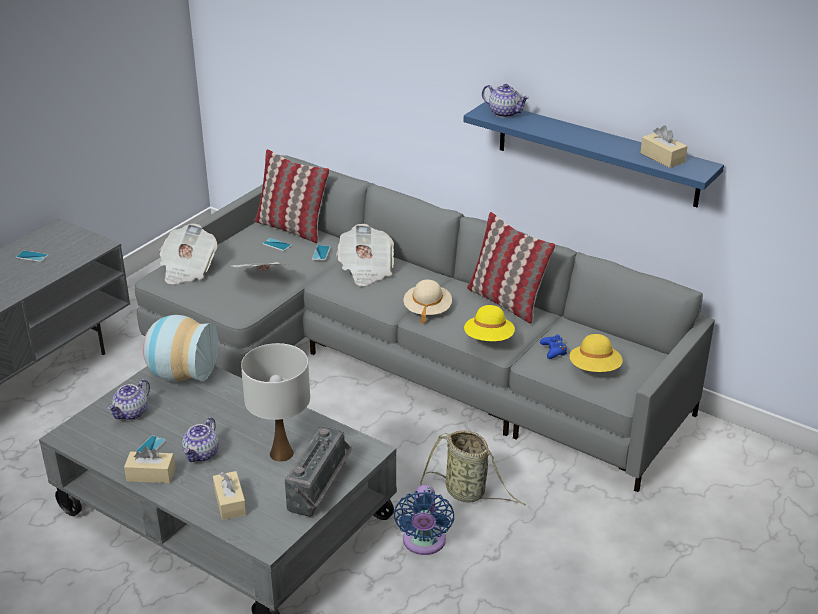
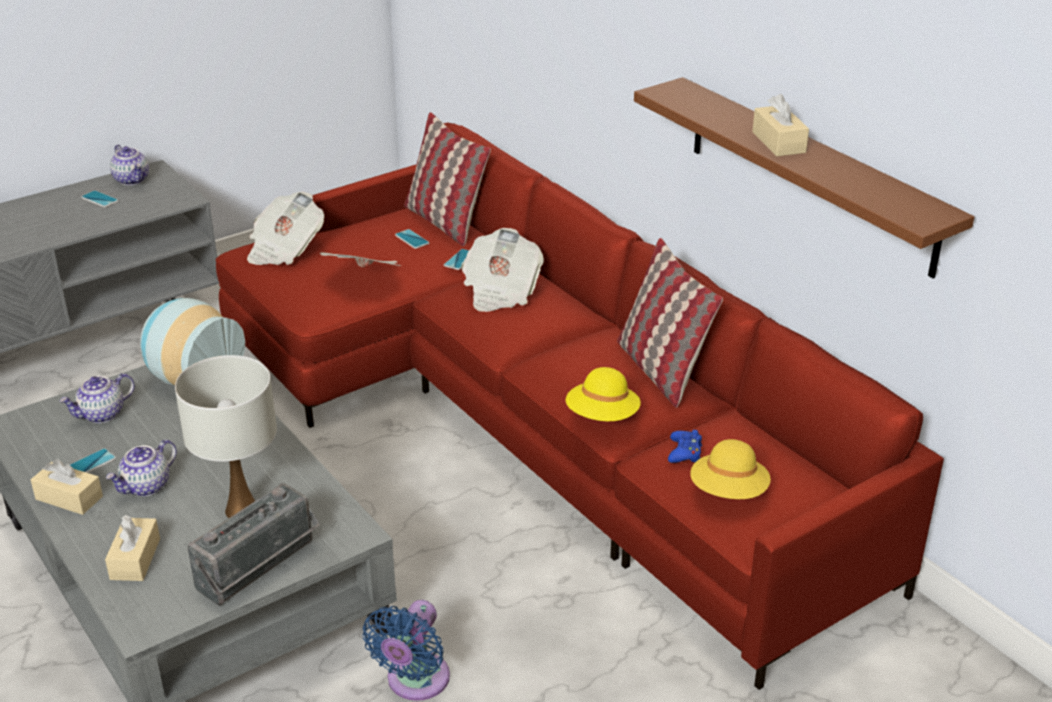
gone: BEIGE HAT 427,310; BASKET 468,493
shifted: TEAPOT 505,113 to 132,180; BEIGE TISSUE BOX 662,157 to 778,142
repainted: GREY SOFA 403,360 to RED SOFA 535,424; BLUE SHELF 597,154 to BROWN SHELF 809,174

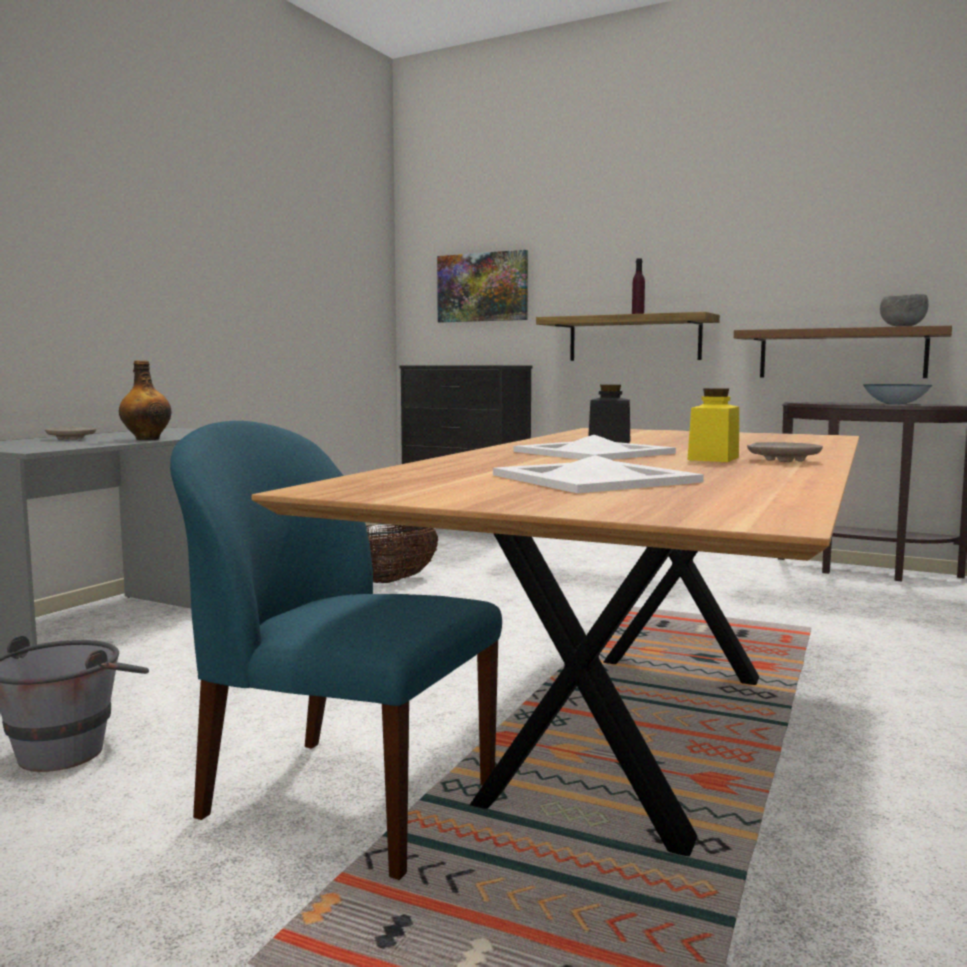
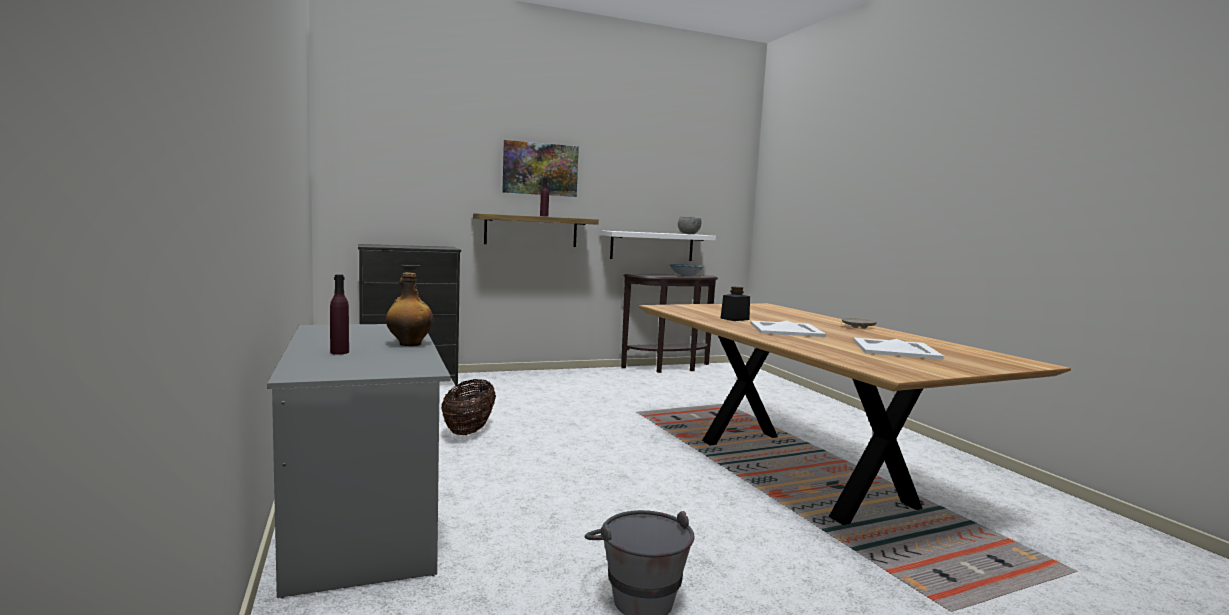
gone: BLUE CHAIR 343,800; YELLOW JAR 713,458
shifted: PICTURE 482,287 to 540,169
swapped: BEIGE PLATE 72,439 to PURPLE BOTTLE 339,352
repainted: BROWN SHELF 841,354 to WHITE SHELF 652,246

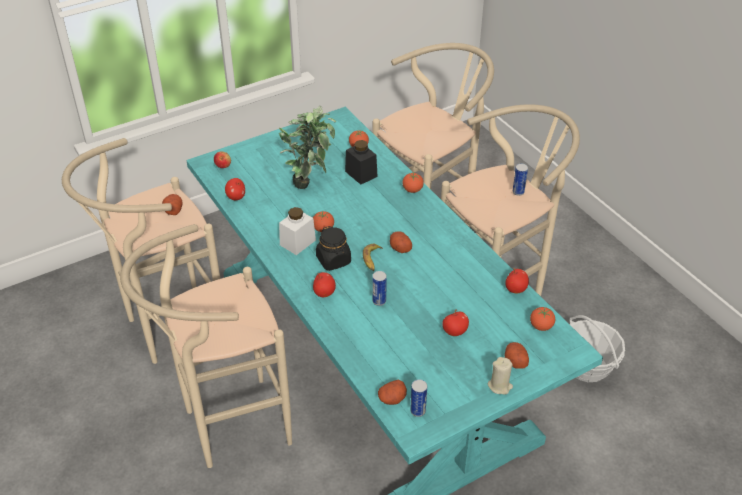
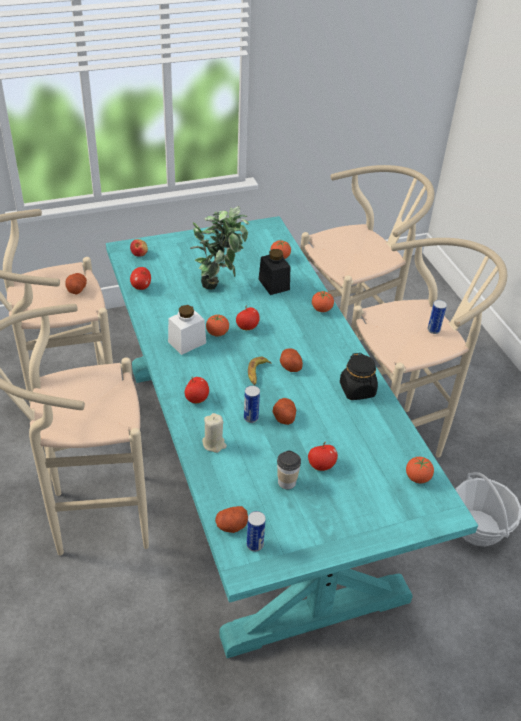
new: CUP 286,482
shifted: BLACK JAR 333,260 to 357,390; BEIGE CANDLE 500,386 to 214,444; POTATO 515,360 to 283,416; APPLE 515,289 to 247,327

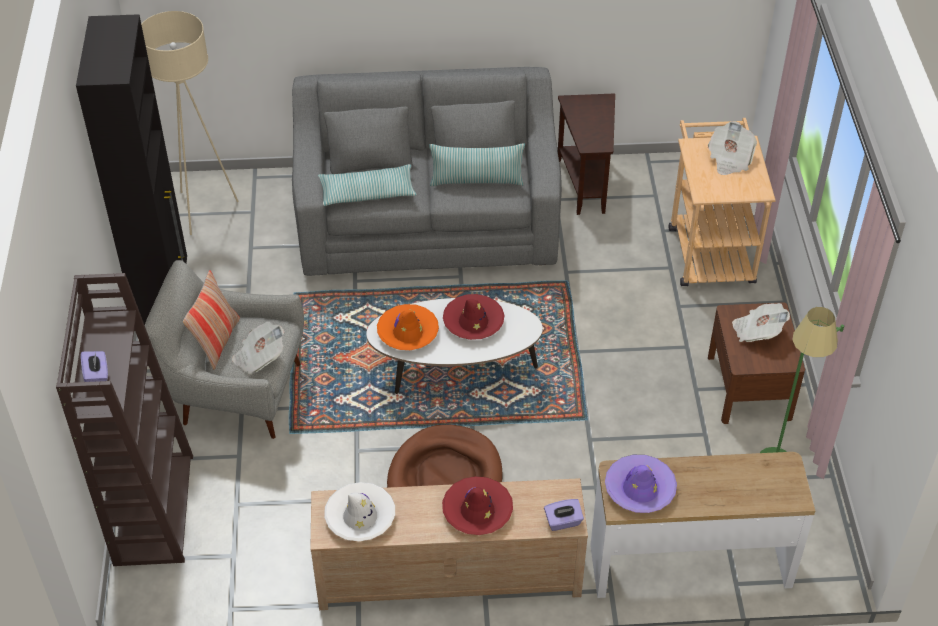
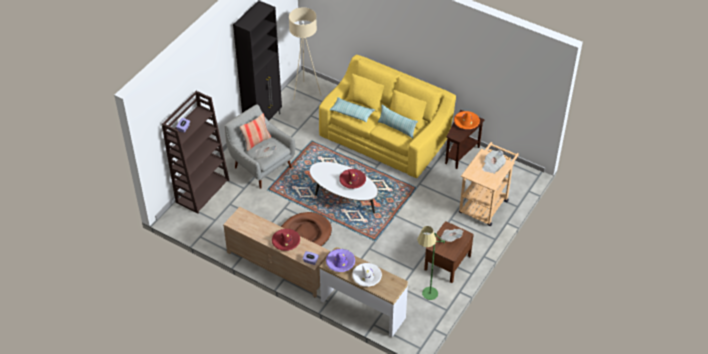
shifted: WHITE HAT 360,517 to 367,277; ORANGE HAT 407,332 to 466,122
repainted: GREY SOFA 427,218 to YELLOW SOFA 385,136

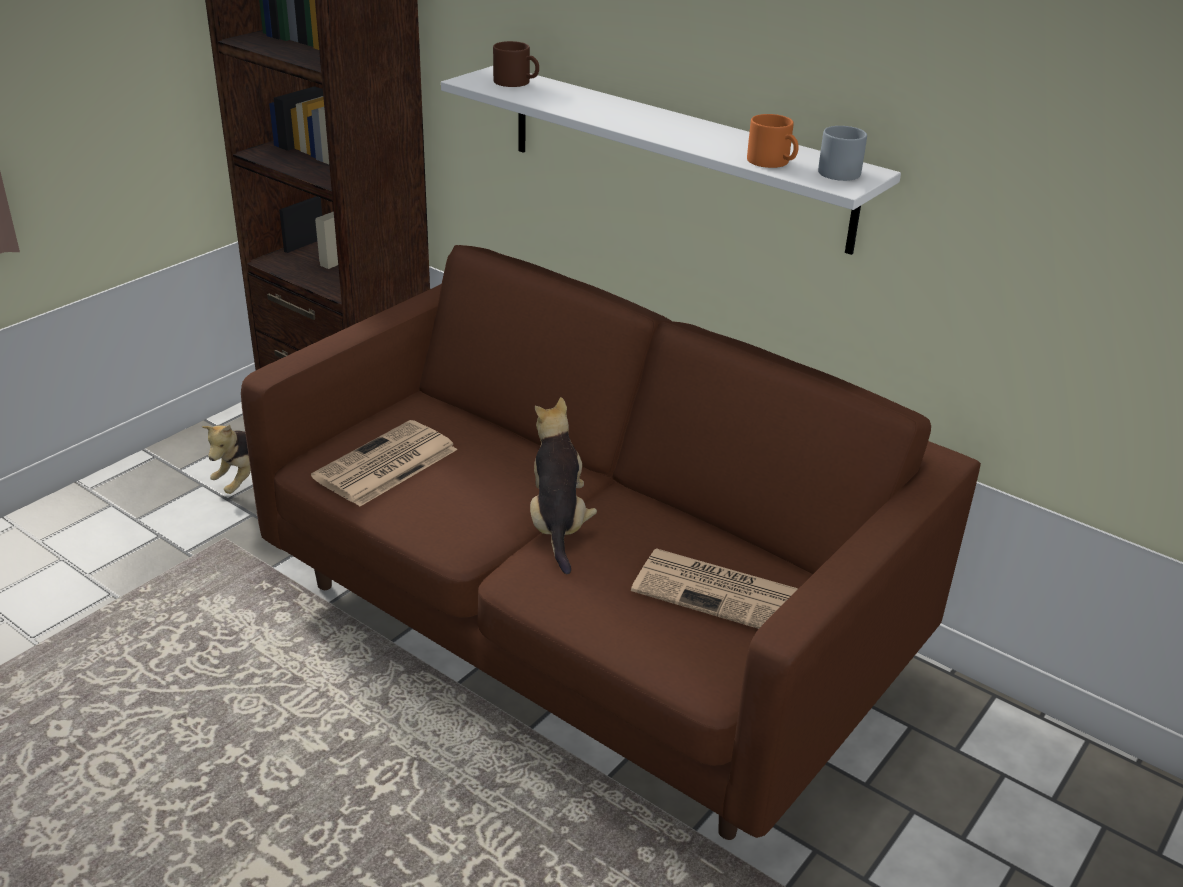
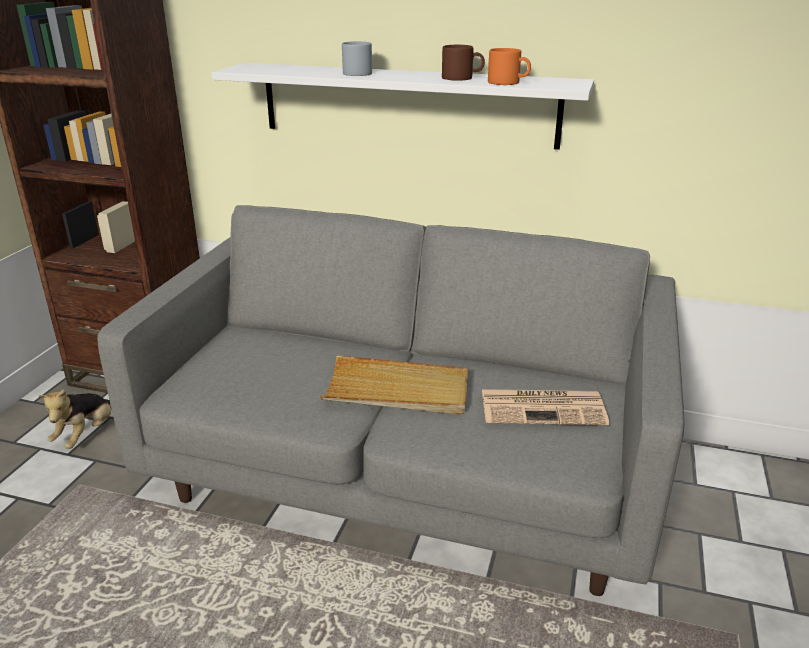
gone: NEWSPAPER 385,465
shifted: BROWN MUG 517,82 to 462,78; GREY MUG 836,170 to 355,73
swapped: PLUSH TOY 558,524 to BEIGE TRAY 397,391
repainted: BROWN SOFA 587,625 to GREY SOFA 406,472

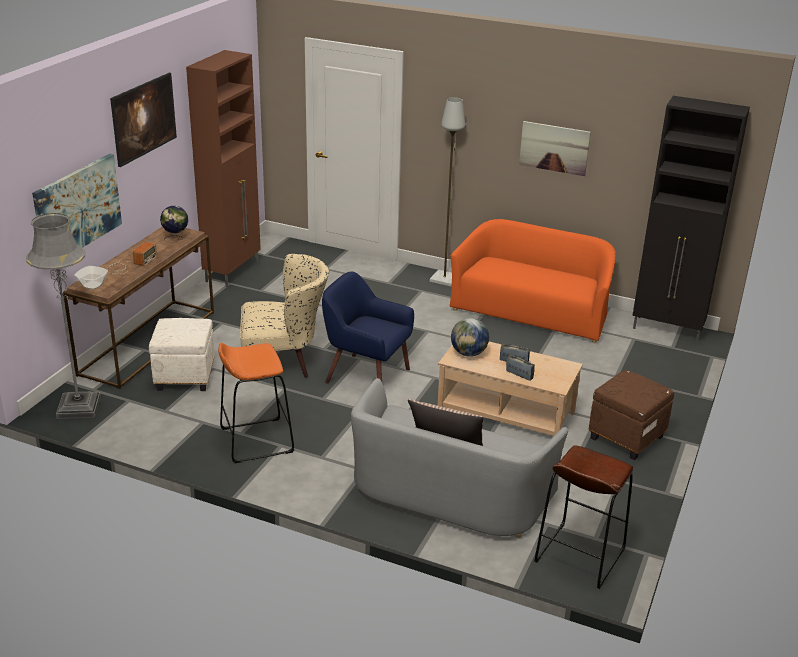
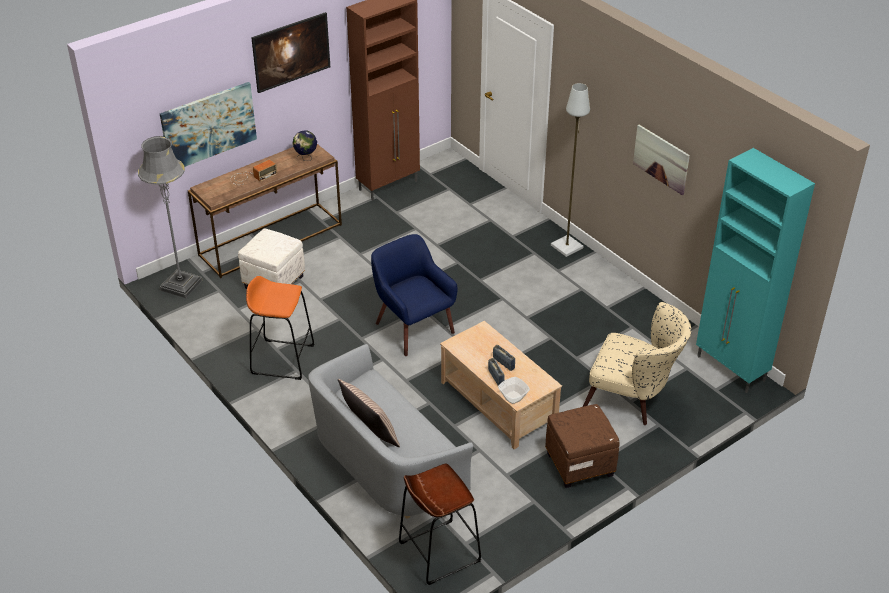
gone: ORANGE SOFA 532,311; GLOBE 468,353
shifted: BOWL 92,285 to 513,397; BEIGE ARMCHAIR 284,360 to 633,398
repainted: BLACK CABINET 668,330 to TURQUOISE CABINET 731,369

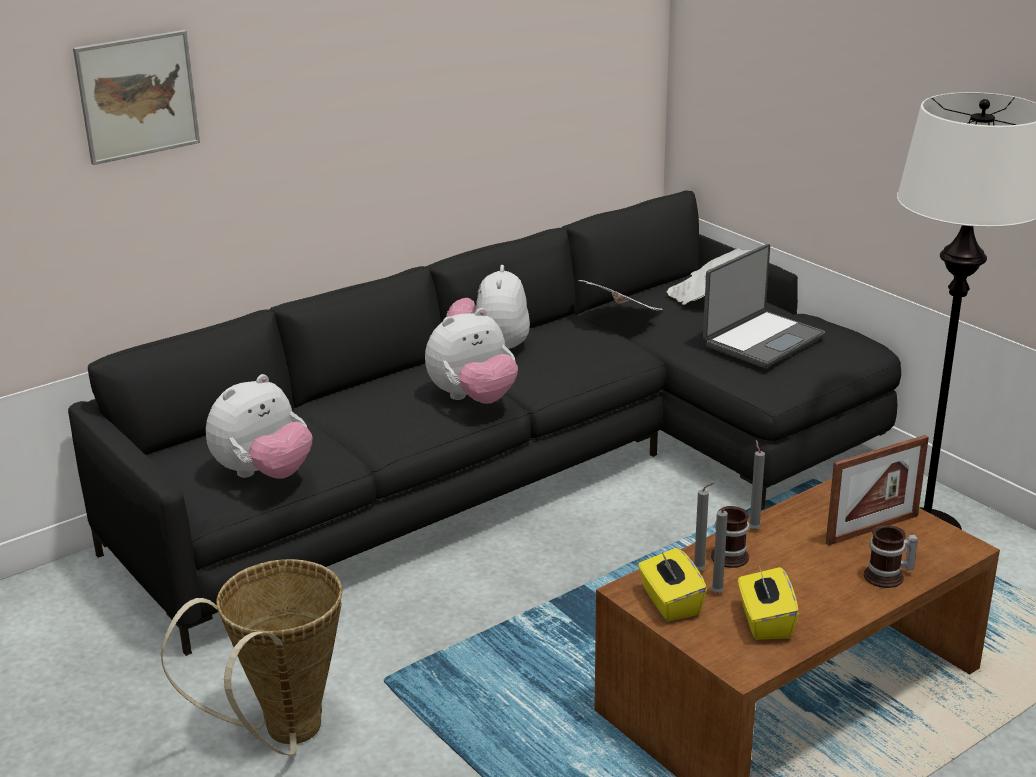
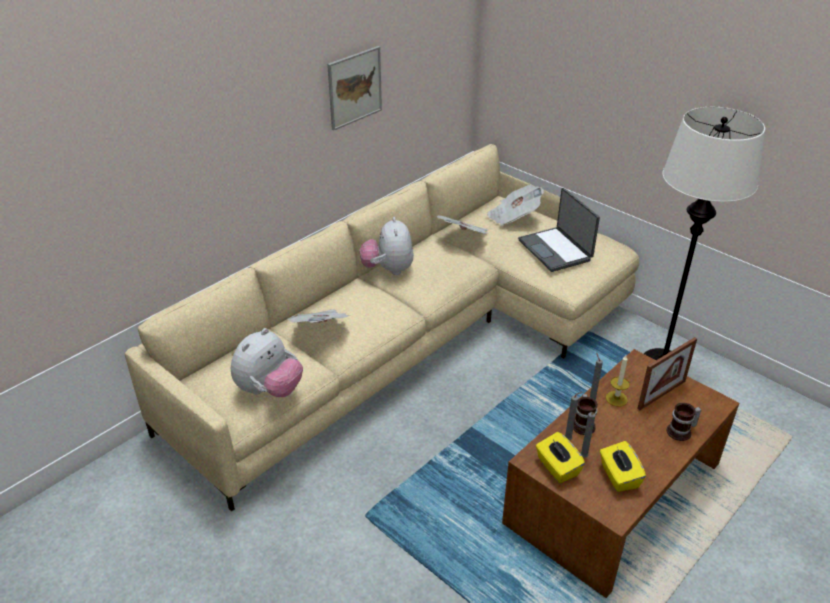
gone: BASKET 283,736; PLUSH TOY 473,399
new: NEWSPAPER 321,329; CANDLE 616,398
shifted: PICTURE 137,96 to 354,87
repainted: BLACK SOFA 529,470 to BEIGE SOFA 414,340
rotated: LAPTOP 761,340 = 556,250 120 degrees clockwise

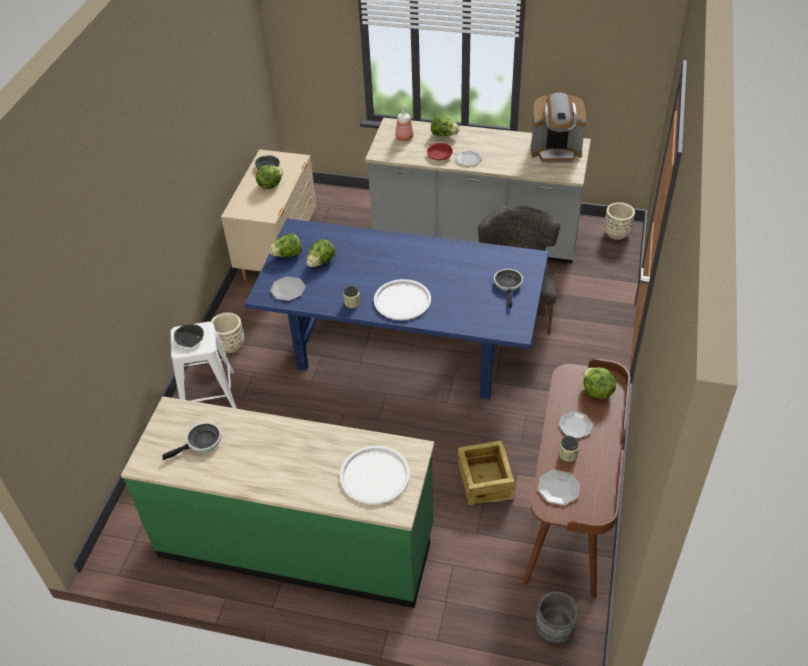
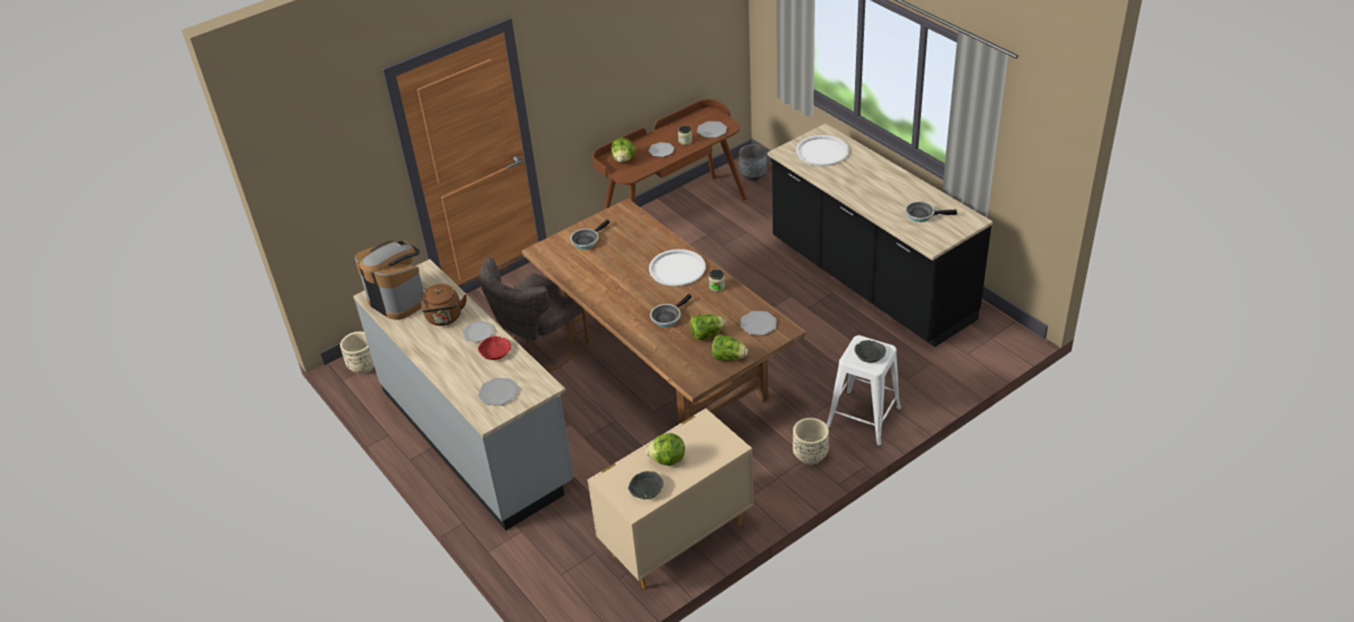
gone: LETTUCE 444,135; CRATE 485,481
new: BROWN KETTLE 444,318; FRYING PAN 667,317
swapped: BOTTLE 403,137 to PLATE 498,393
repainted: GREEN COUNTER 297,542 to BLACK COUNTER 870,281; BLUE DINING TABLE 404,349 to BROWN DINING TABLE 662,367

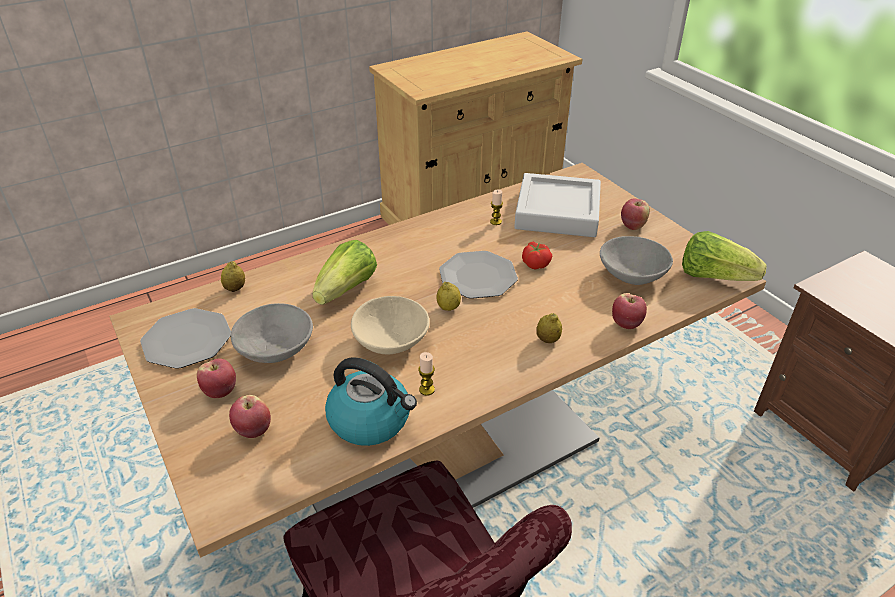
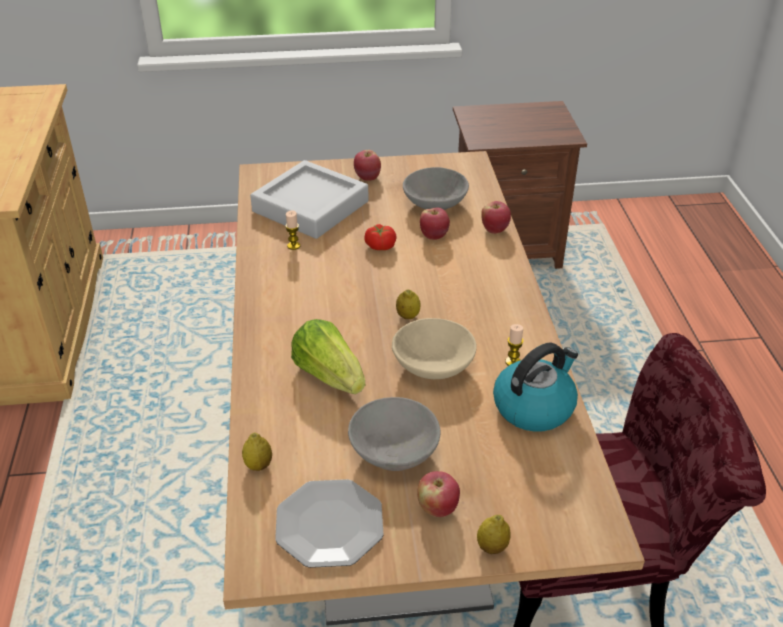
gone: PLATE 478,276; LETTUCE 713,276
shifted: APPLE 253,430 to 434,236; LEMON 547,340 to 492,547

